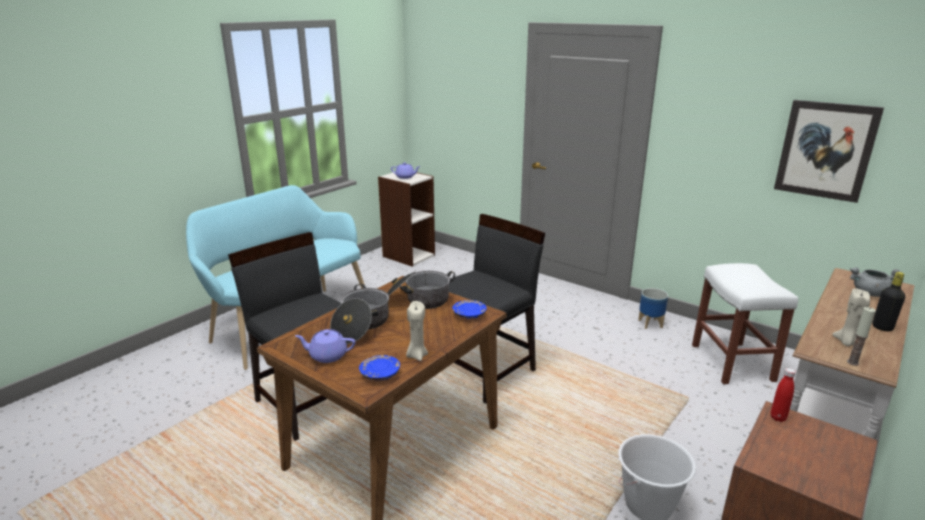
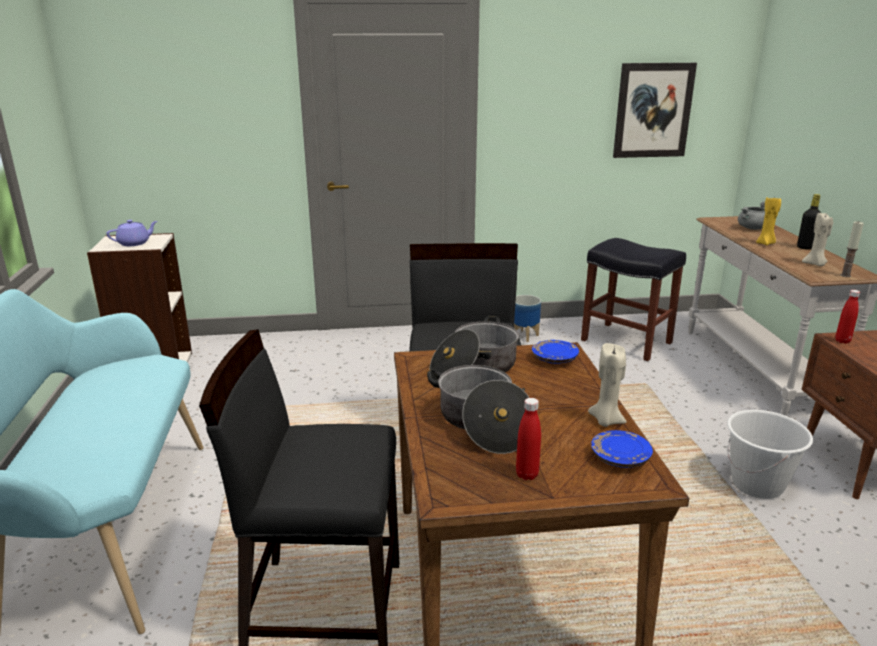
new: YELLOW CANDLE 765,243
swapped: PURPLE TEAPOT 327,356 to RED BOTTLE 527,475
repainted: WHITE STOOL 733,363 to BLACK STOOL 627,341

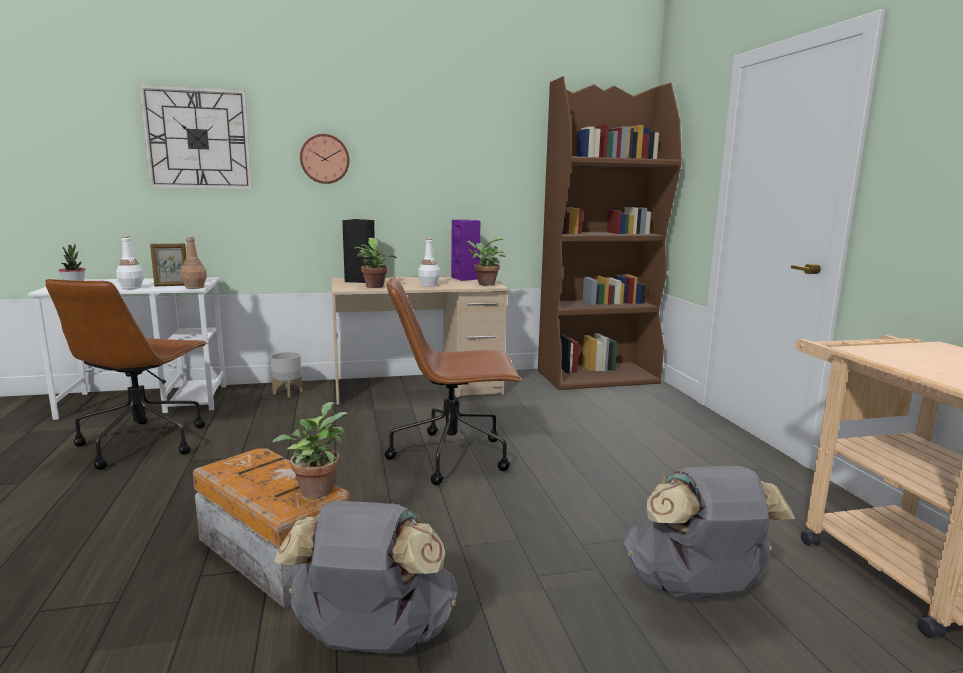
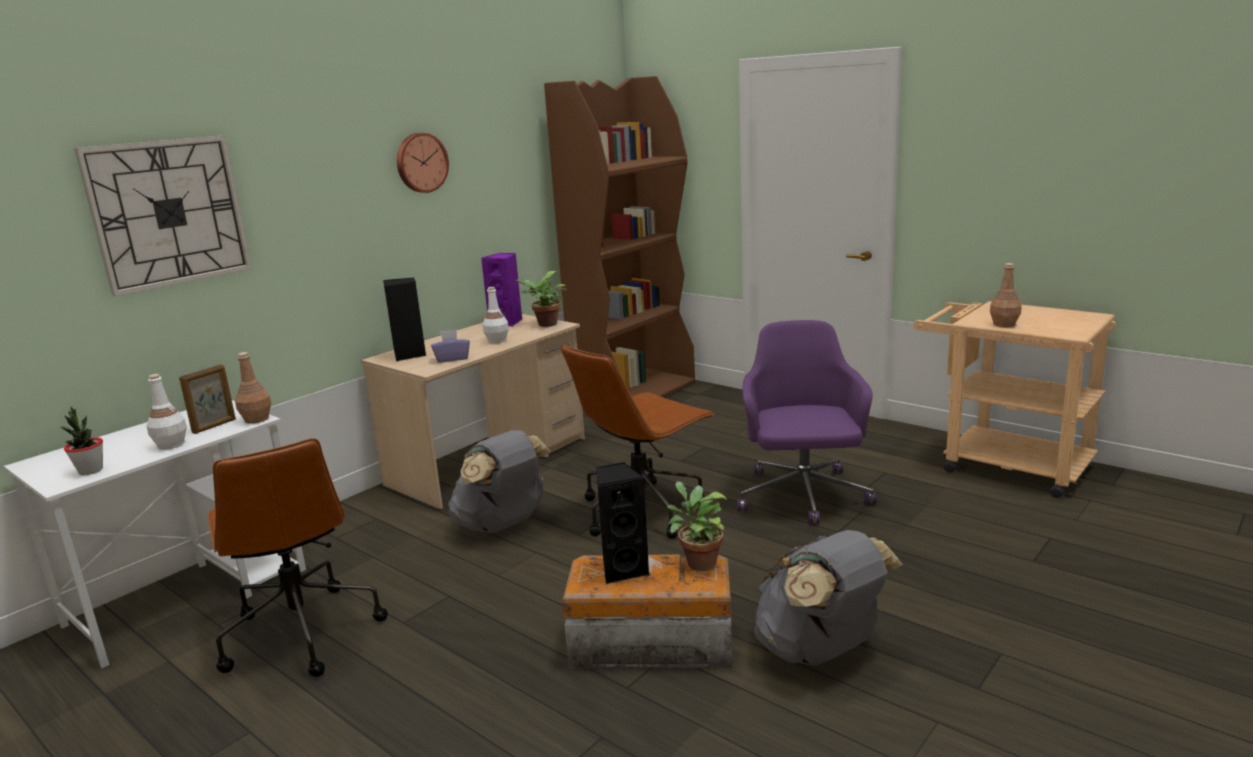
gone: GREY PLANTER 288,392
new: BLACK SPEAKER 623,570; PURPLE OFFICE CHAIR 803,496; BROWN BOTTLE 1004,324
shifted: WALL CLOCK 324,159 to 421,162; GREY BACKPACK 694,589 to 503,524
swapped: POTTED PLANT 374,287 to PURPLE TISSUE BOX 452,358

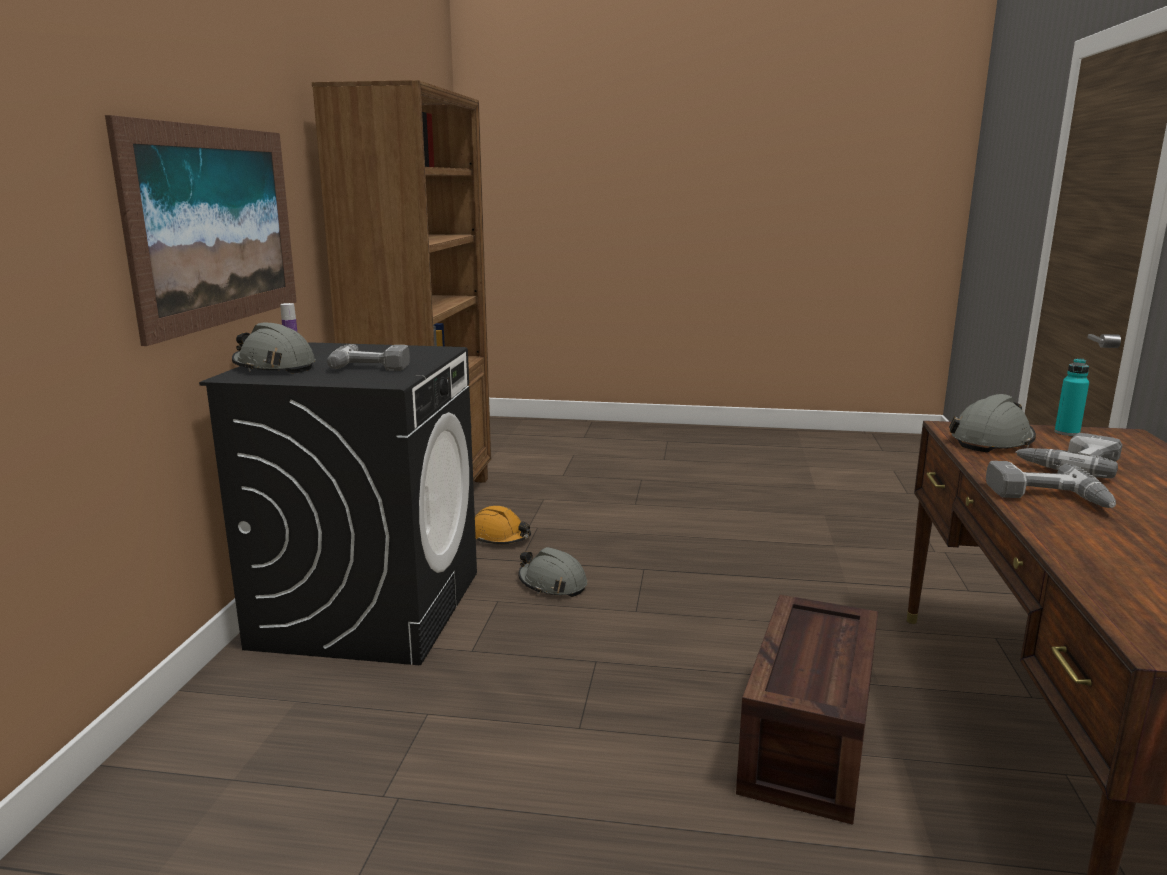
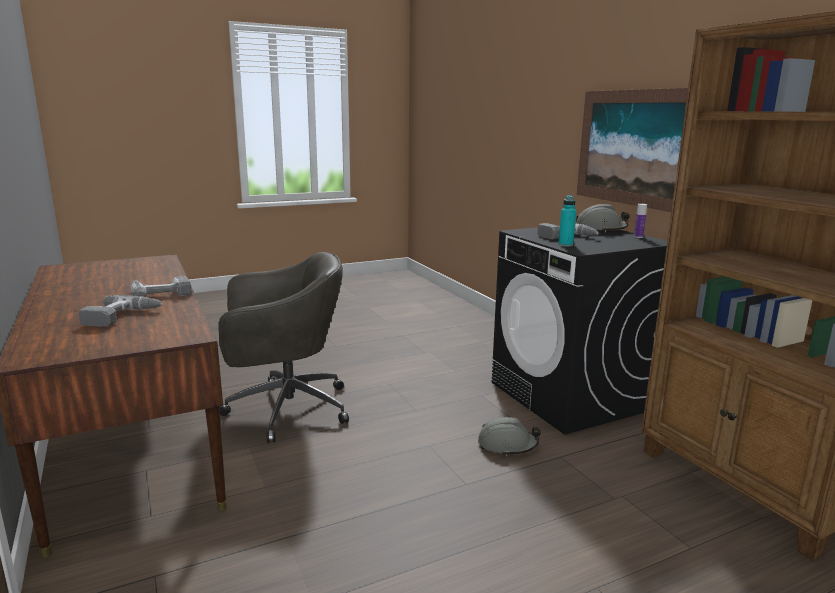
gone: ORANGE HARD HAT 500,537; GREY HARD HAT 992,441
shifted: TURQUOISE BOTTLE 1067,433 to 565,245
swapped: CRATE 805,738 to GREY OFFICE CHAIR 285,409

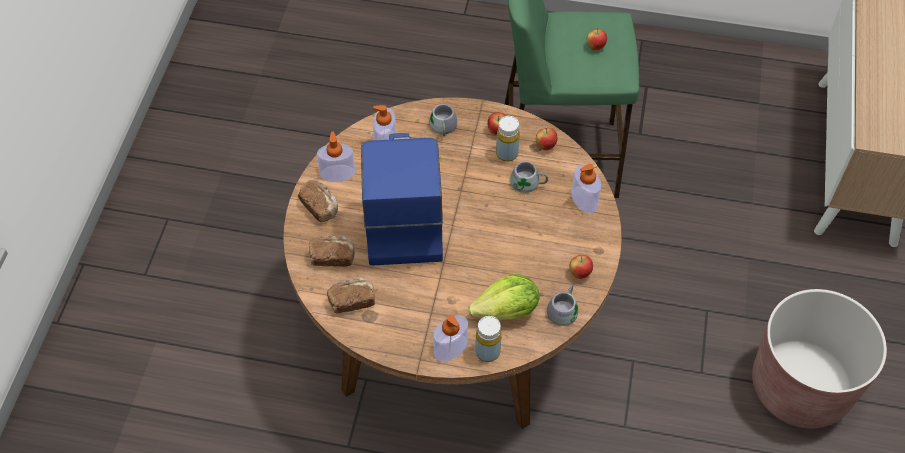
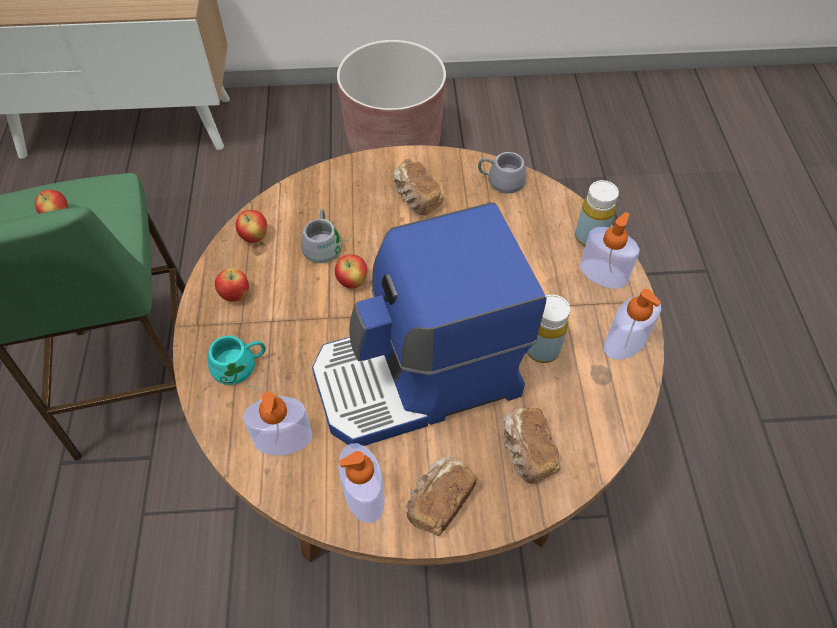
gone: LETTUCE 507,311
shifted: BREAD 352,300 to 415,198; YELLOW BOTTLE 507,153 to 542,349; APPLE 580,273 to 352,282; SOAP DISPENSER 584,200 to 625,342
repainted: GREY MUG 440,128 to TURQUOISE MUG 240,369

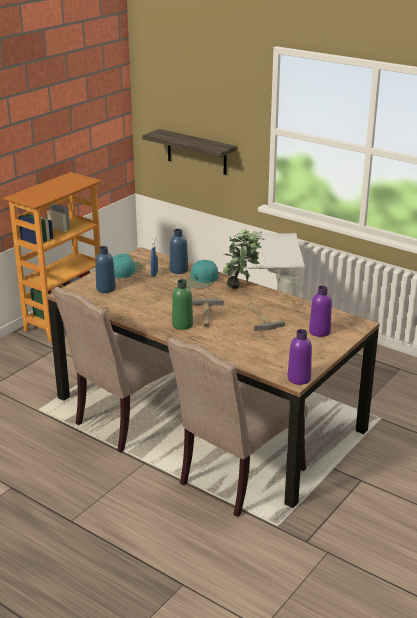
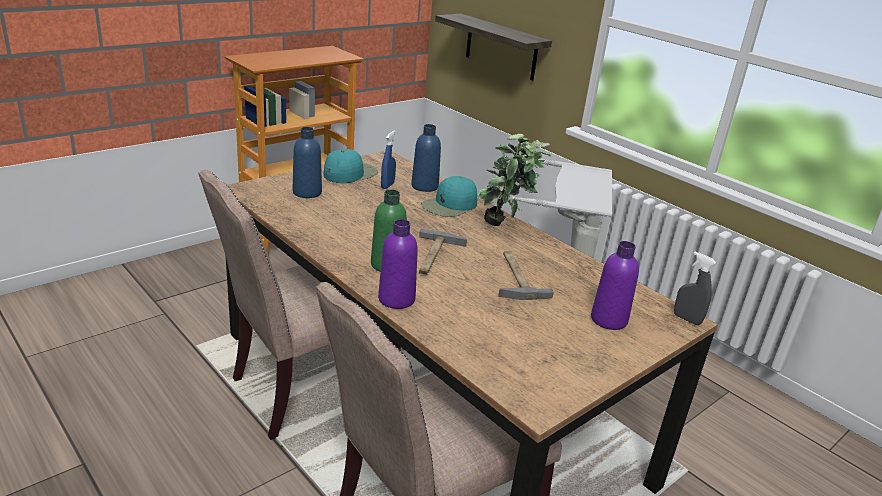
new: GREY SPRAY BOTTLE 686,319
shifted: PURPLE BOTTLE 299,378 to 396,299

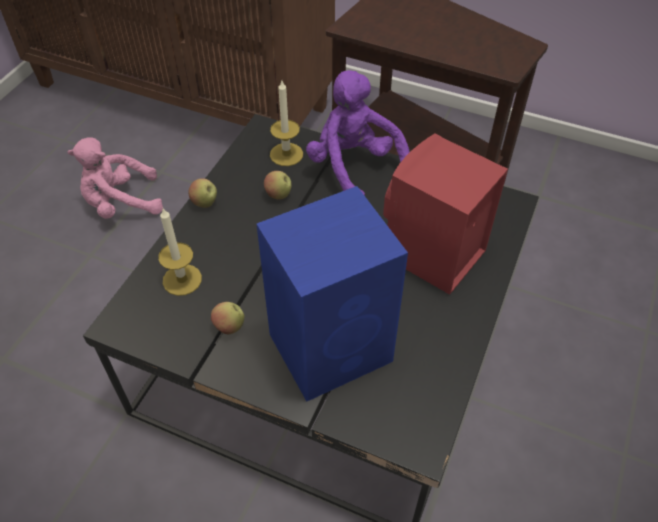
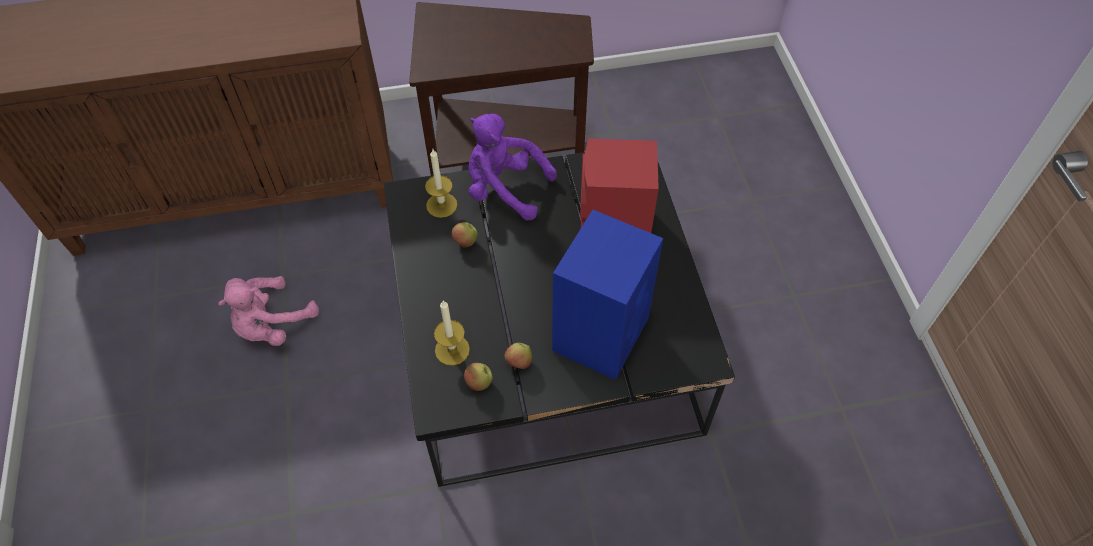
shifted: APPLE 205,203 to 479,383

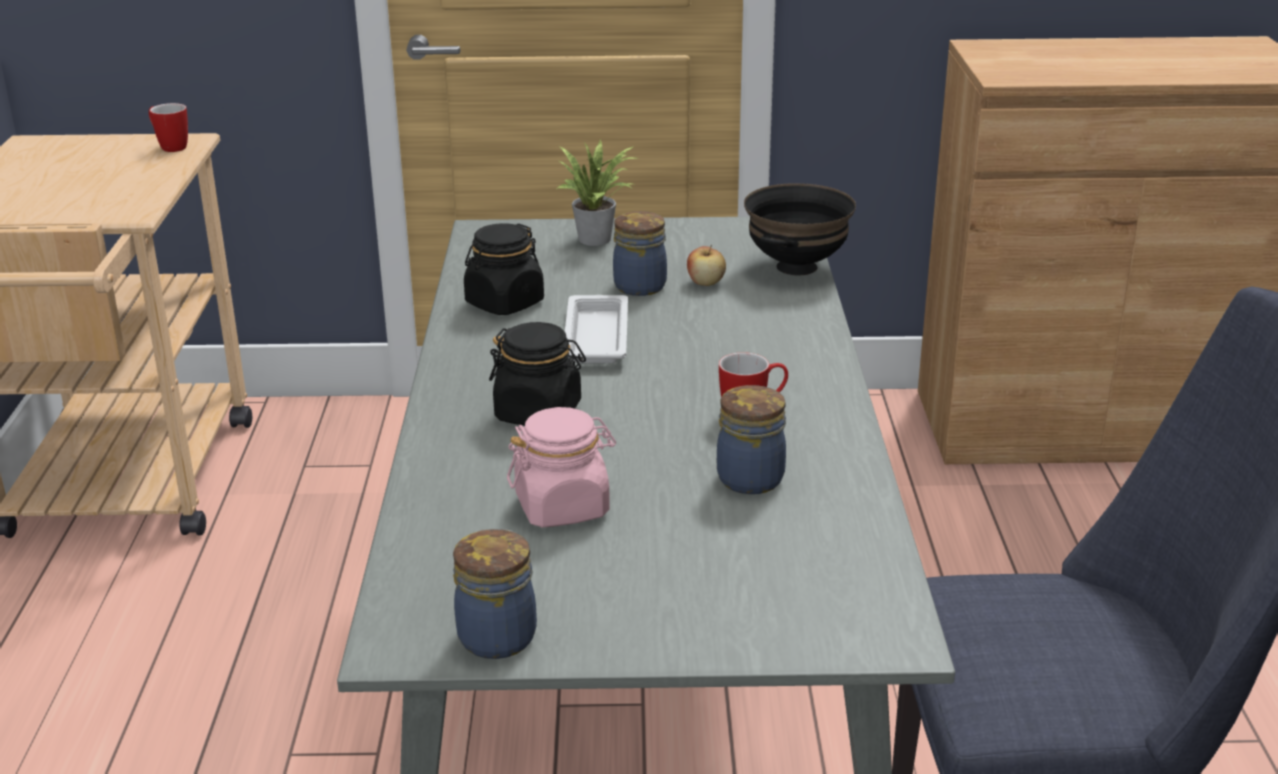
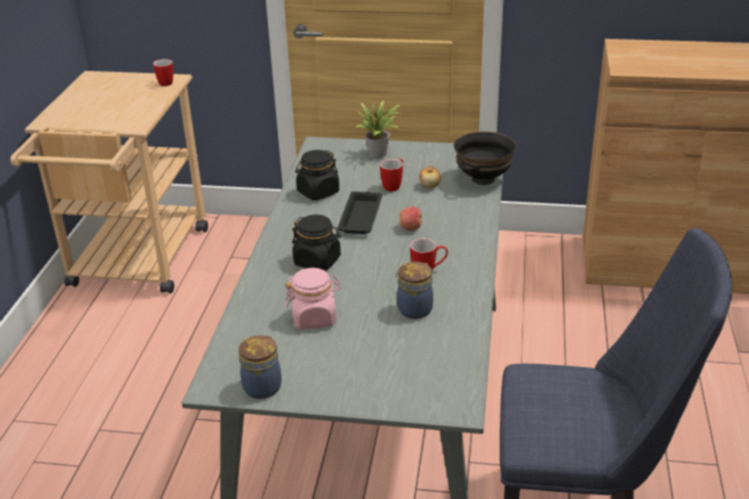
new: APPLE 410,228
swapped: JAR 641,285 to MUG 394,185
repainted: WHITE TRAY 596,336 to BLACK TRAY 361,216

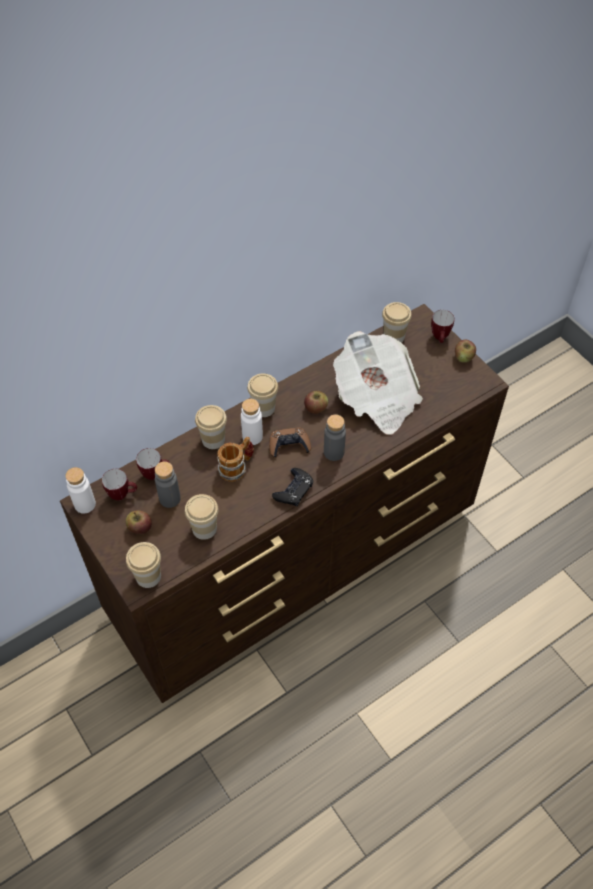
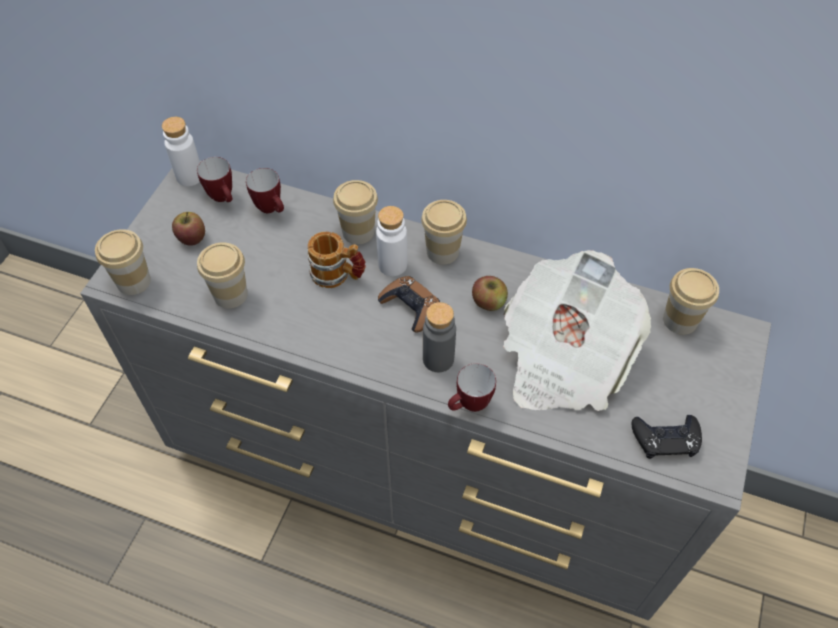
gone: GREY BOTTLE 170,498; APPLE 463,357
shifted: BLACK GAME CONTROLLER 293,490 to 665,439; MUG 440,338 to 469,406
repainted: BROWN DRESSER 296,562 to GREY DRESSER 422,470

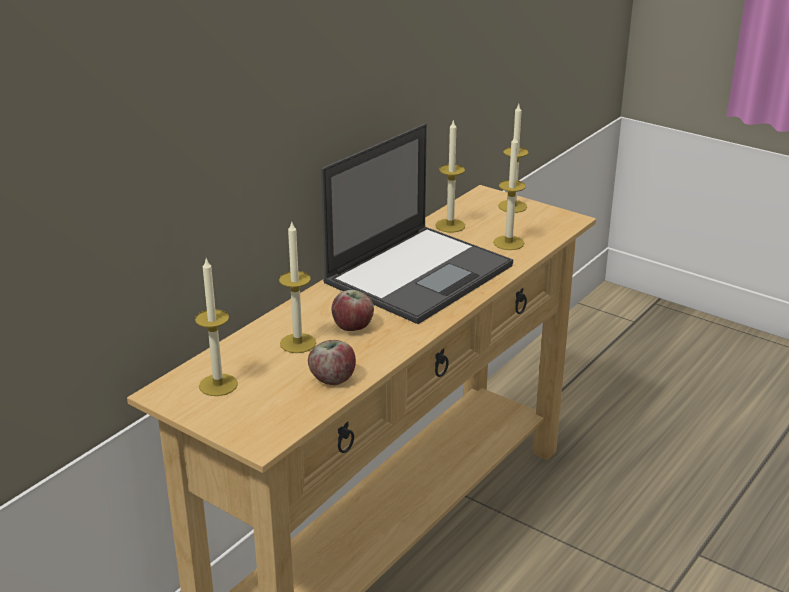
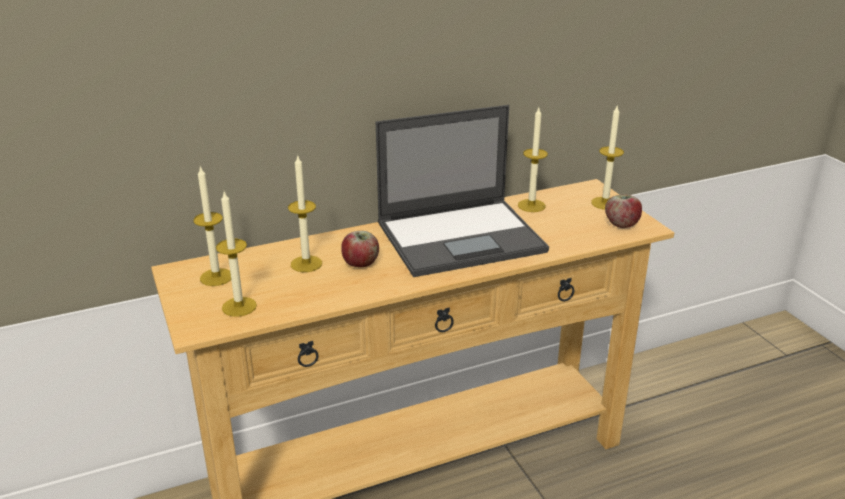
shifted: APPLE 332,378 to 621,224; CANDLE 508,243 to 239,306

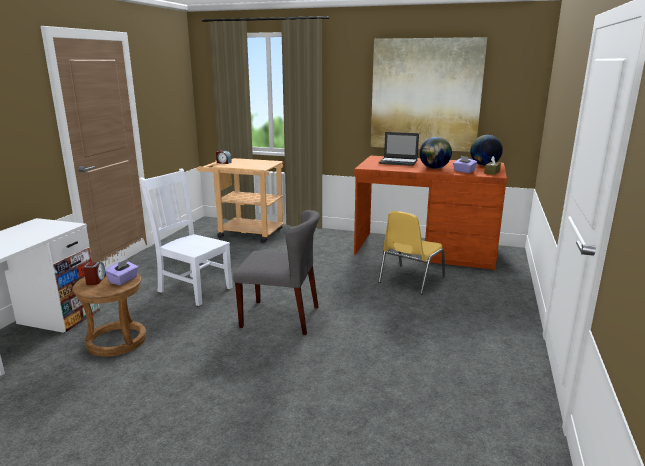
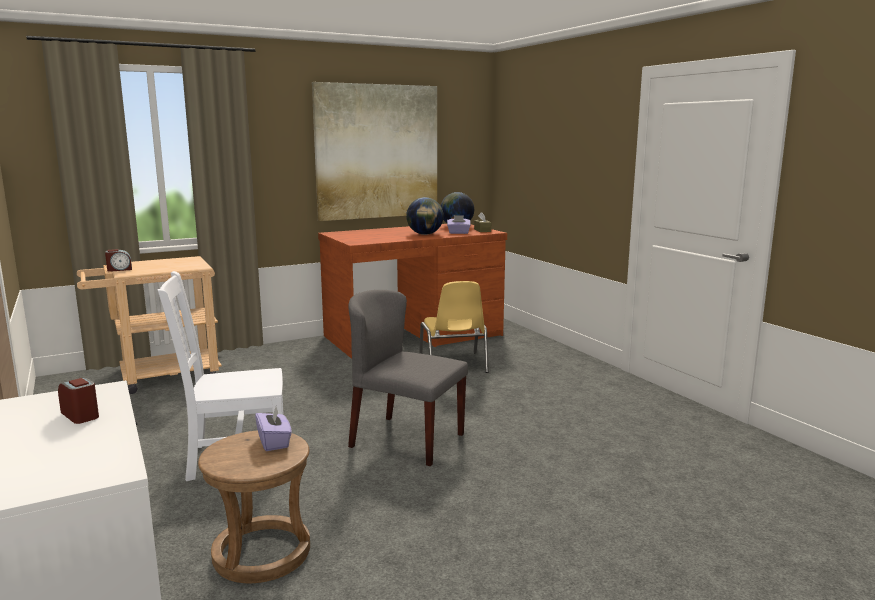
gone: LAPTOP 399,162
shifted: ALARM CLOCK 96,280 to 81,415
rotated: GREY CHAIR 281,317 = 406,440 120 degrees counterclockwise

